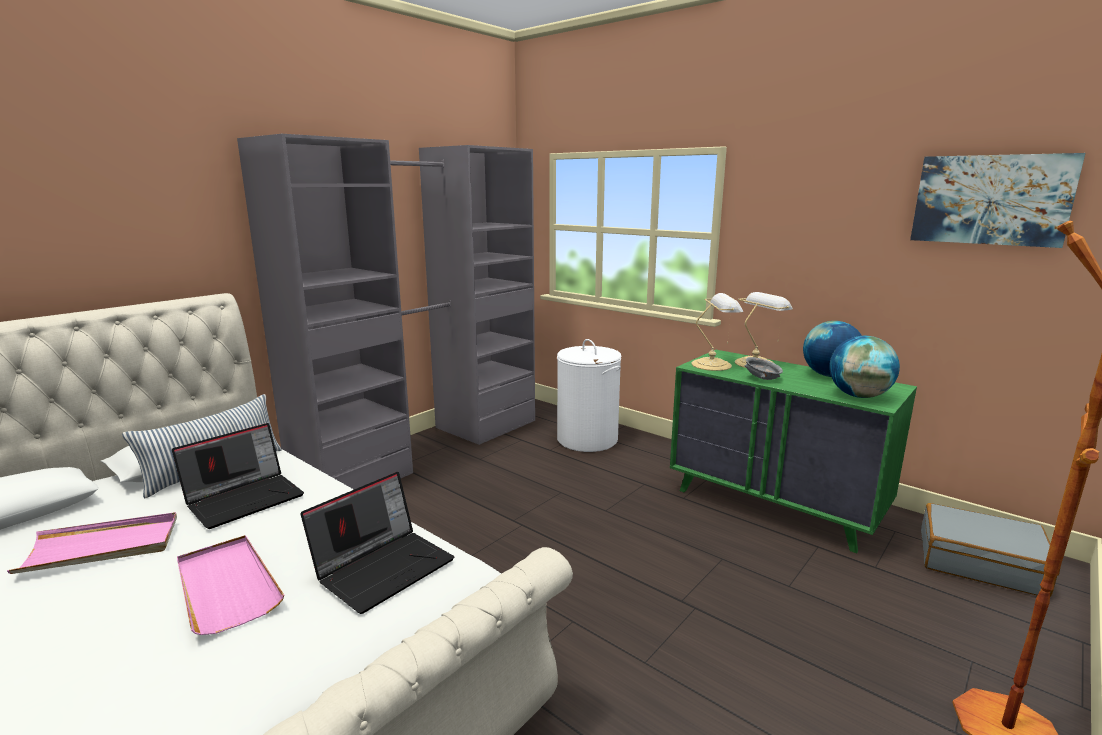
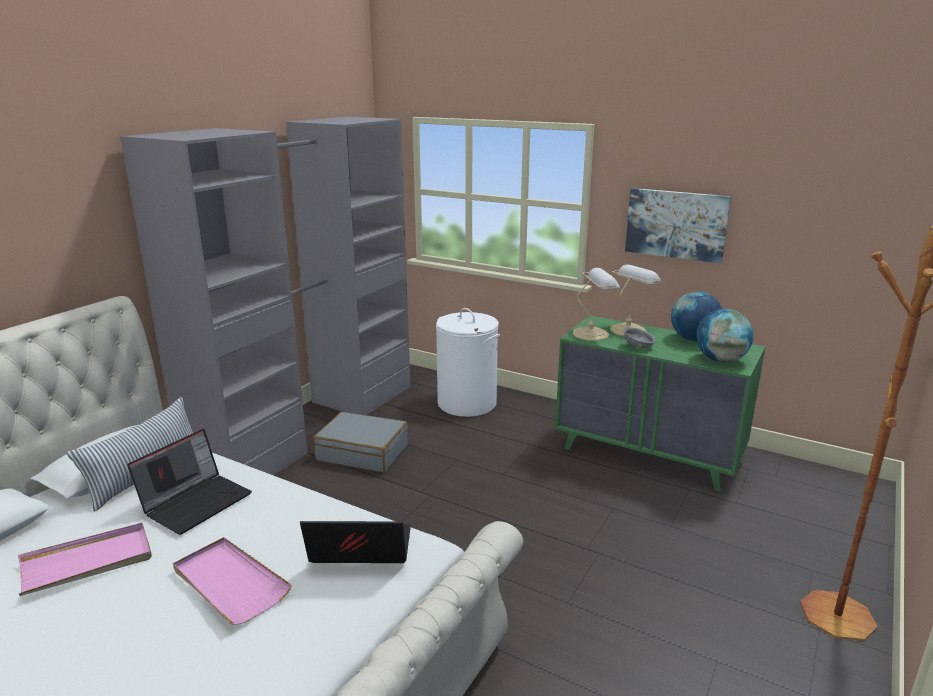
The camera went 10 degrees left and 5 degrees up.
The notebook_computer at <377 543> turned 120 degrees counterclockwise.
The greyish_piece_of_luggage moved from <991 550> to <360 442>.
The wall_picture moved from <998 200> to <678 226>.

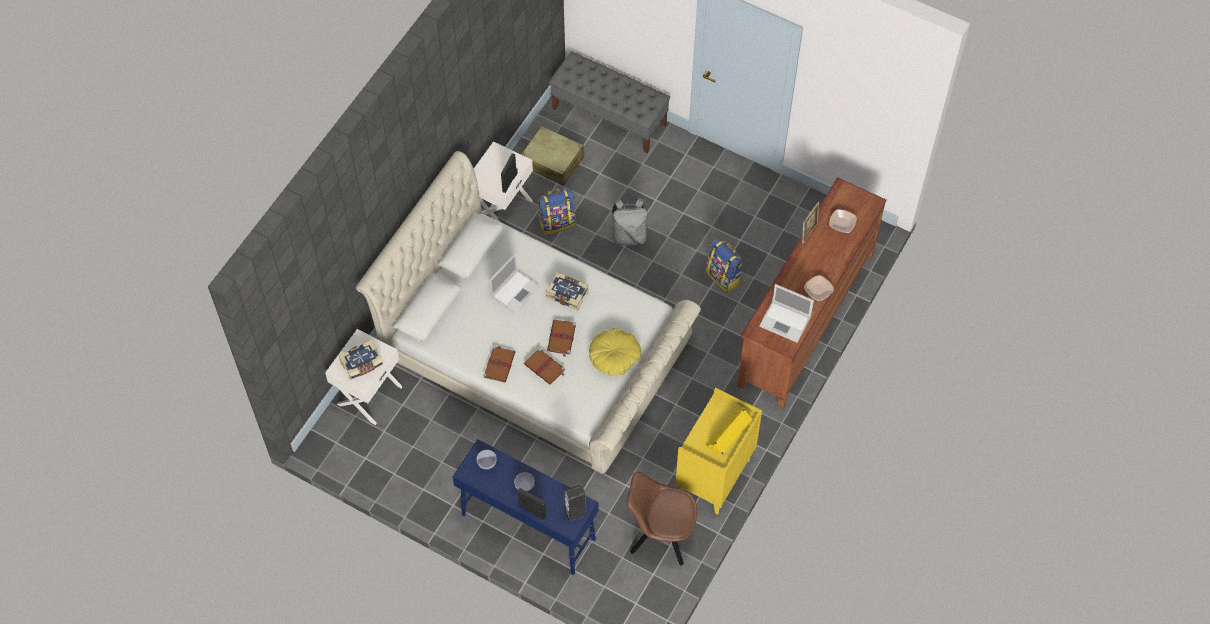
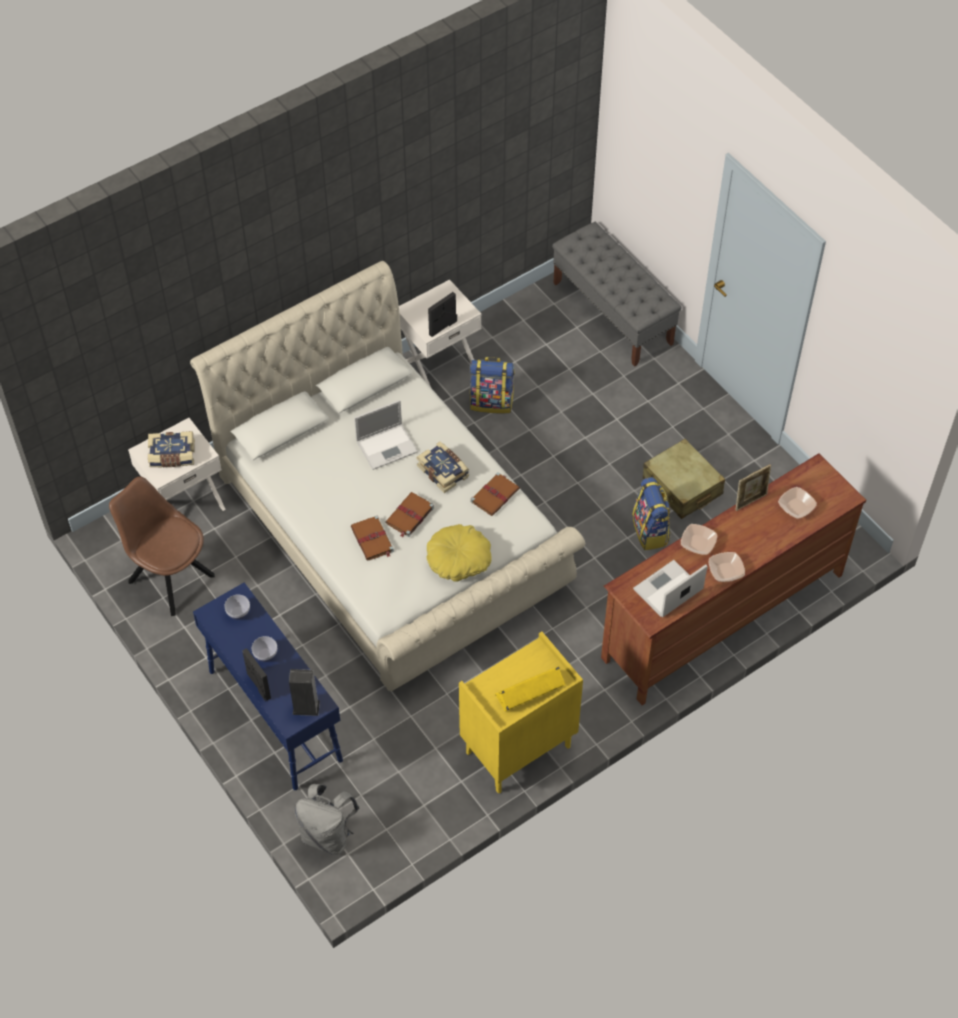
The camera went 25 degrees right and 5 degrees down.
The brown-coloured_plain_chair moved from <662 518> to <162 546>.
The greyish_backpack moved from <629 222> to <327 819>.
The brown-coloured_book moved from <499 364> to <495 494>.
The notebook_computer at <786 313> turned 90 degrees clockwise.
The beige_piece_of_luggage moved from <552 156> to <684 479>.
The serving_bowl at <699 539> appeared.

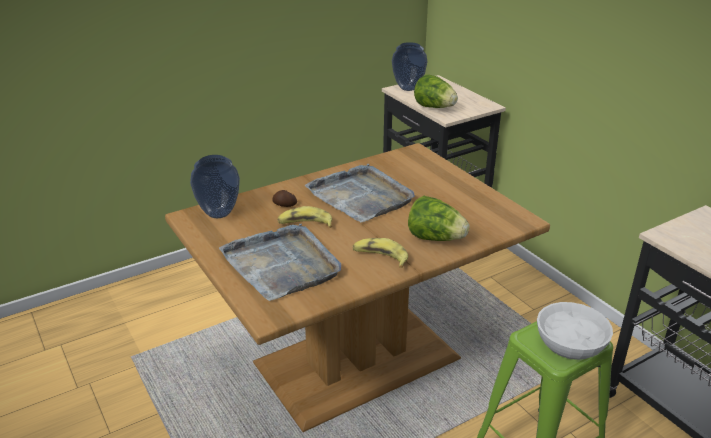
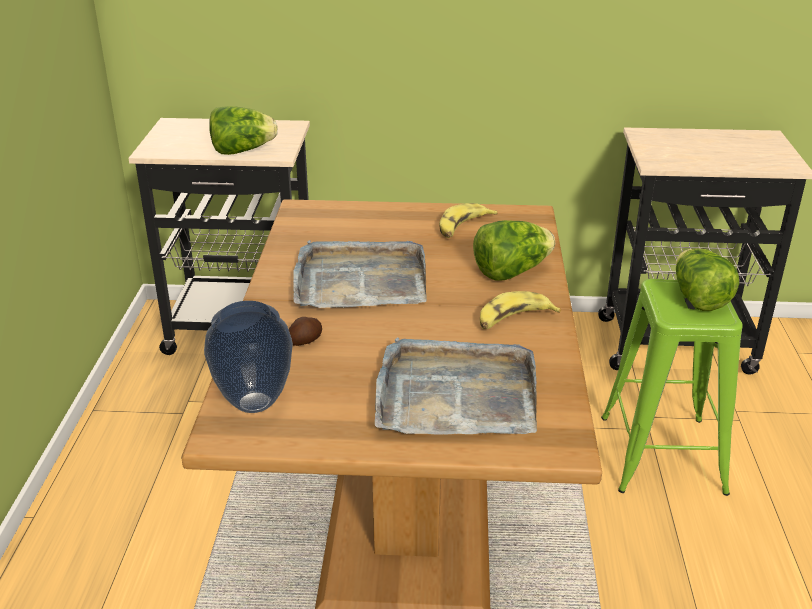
The camera went 55 degrees left and 0 degrees up.
The banana_fruit moved from <304 217> to <468 220>.
The white-coloured_serving_bowl at <575 331> was replaced by the lettuce at <707 280>.
The vase at <410 66> disappeared.

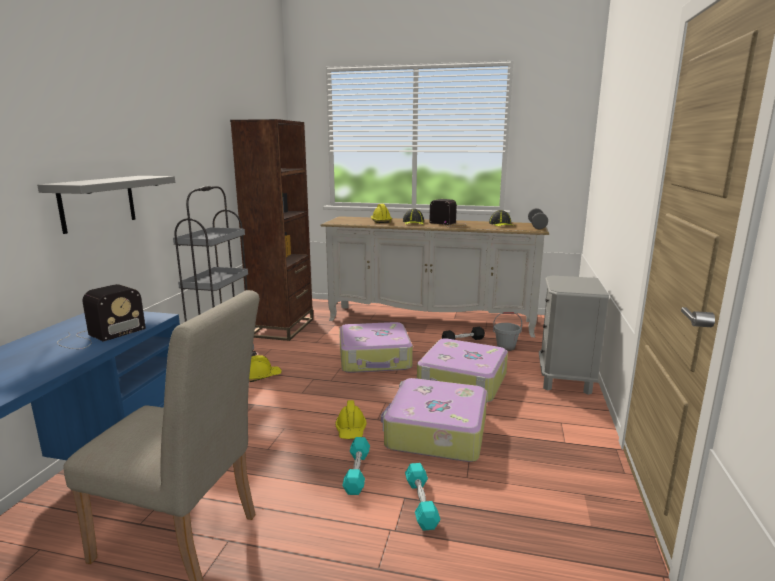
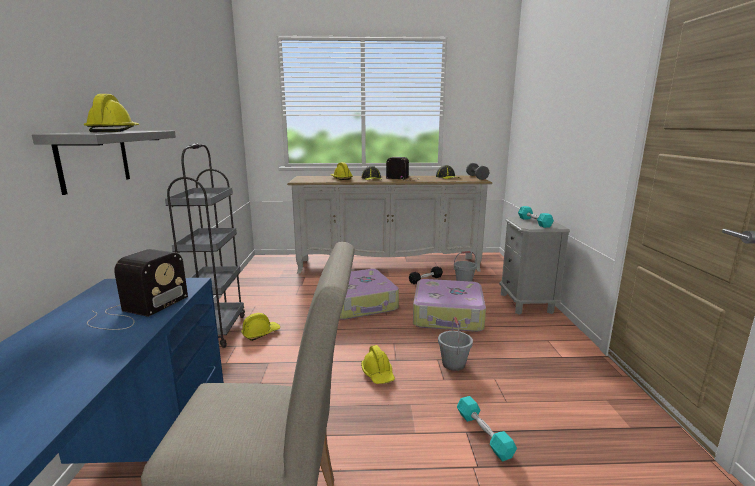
The camera went 15 degrees left and 0 degrees up.
The yellow_work_helmet at <112 113> appeared.
The piece_of_luggage at <434 420> was replaced by the greyish_bucket at <455 344>.
The blue-green_hand_weight moved from <356 466> to <536 217>.
The brown-coloured_bookcase at <271 230> disappeared.

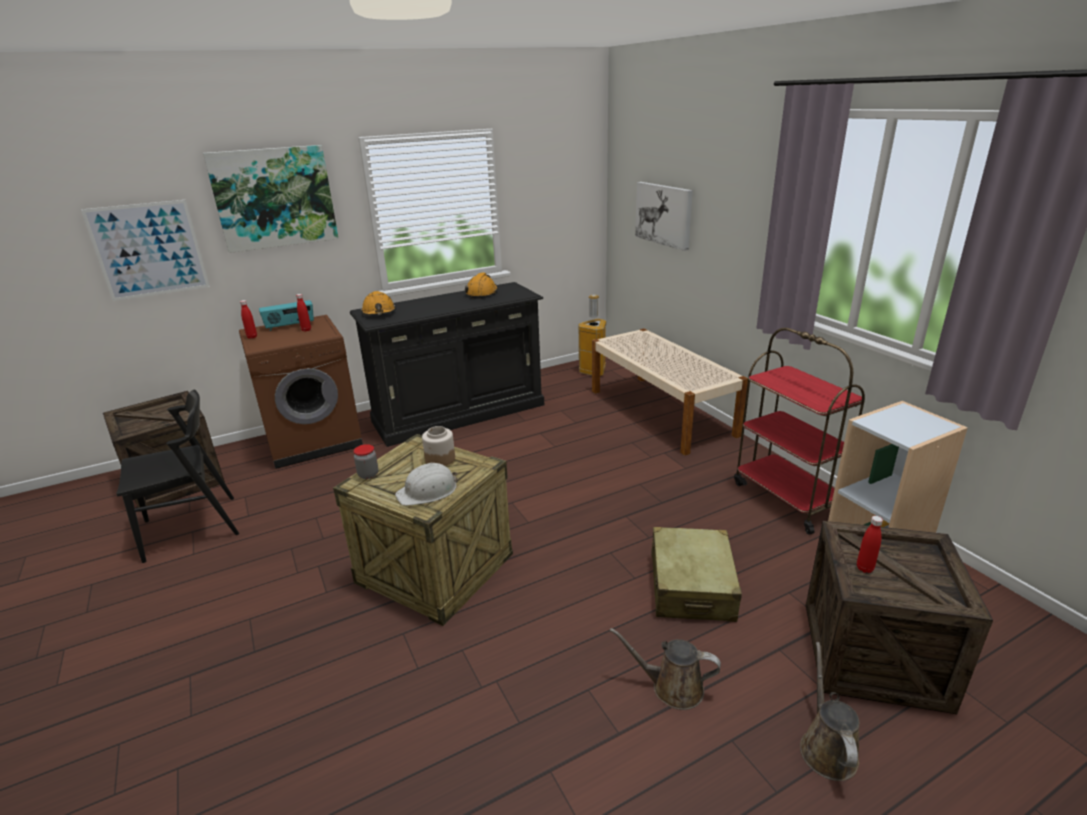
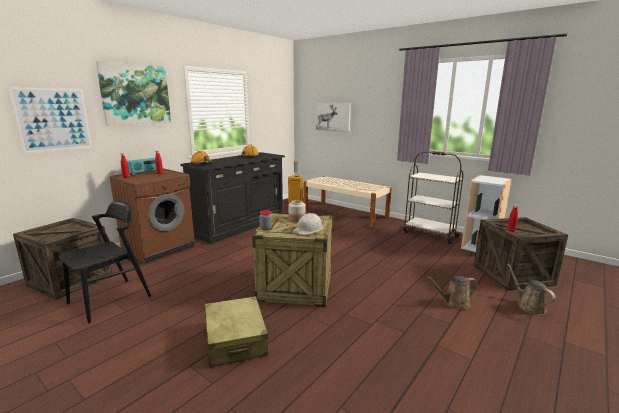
The camera went 25 degrees left and 10 degrees down.
The beige_piece_of_luggage moved from <696 574> to <236 332>.
The reddish_wheeled_cart at <799 431> became the white-coloured_wheeled_cart at <433 197>.

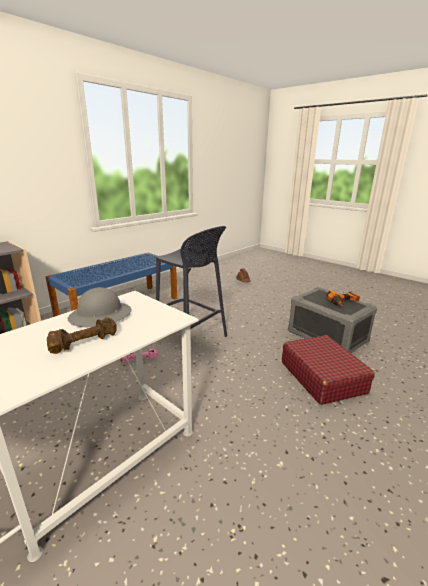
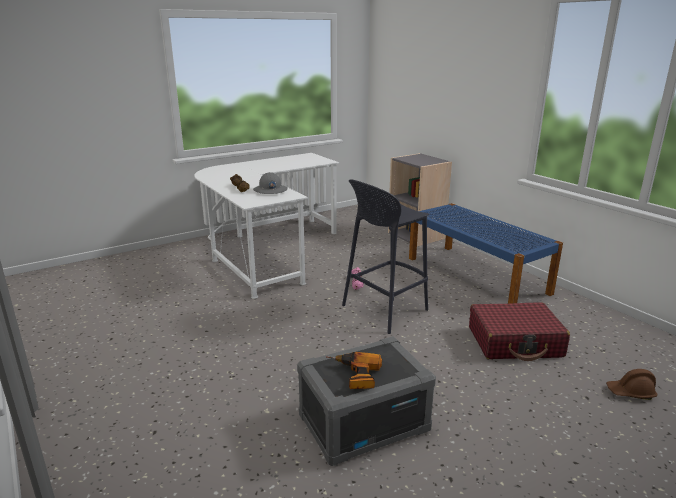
The camera went 105 degrees right and 0 degrees up.
The reddish_piece_of_luggage moved from <328 370> to <519 331>.

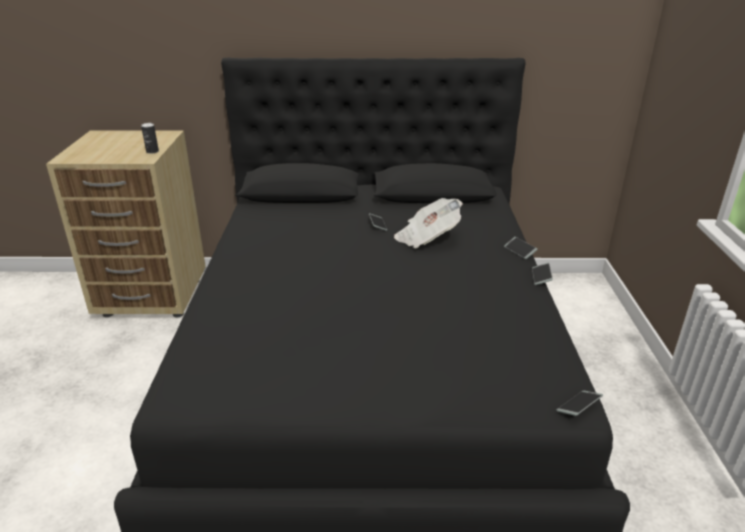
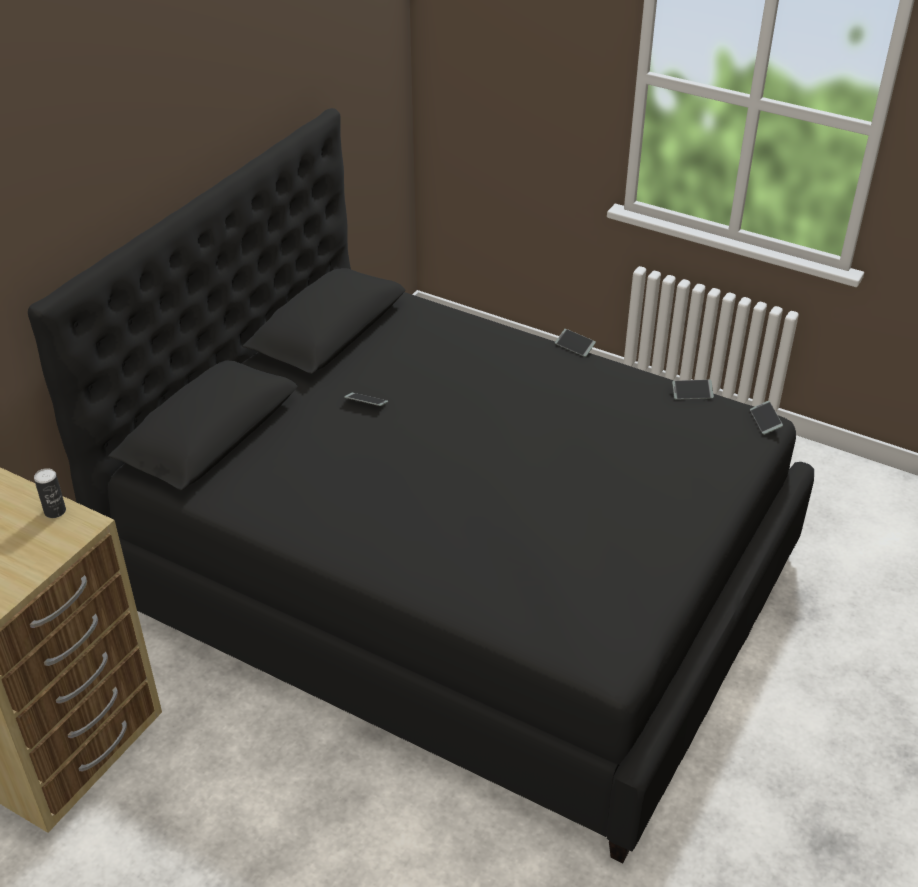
The camera went 60 degrees left and 10 degrees up.
The phone moved from <521 248> to <693 390>.
The printed_paper at <428 223> disappeared.

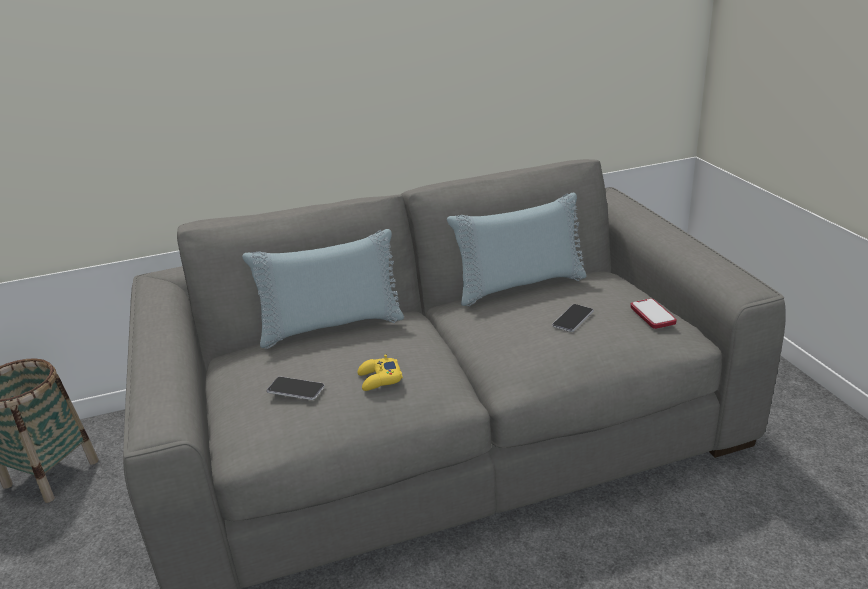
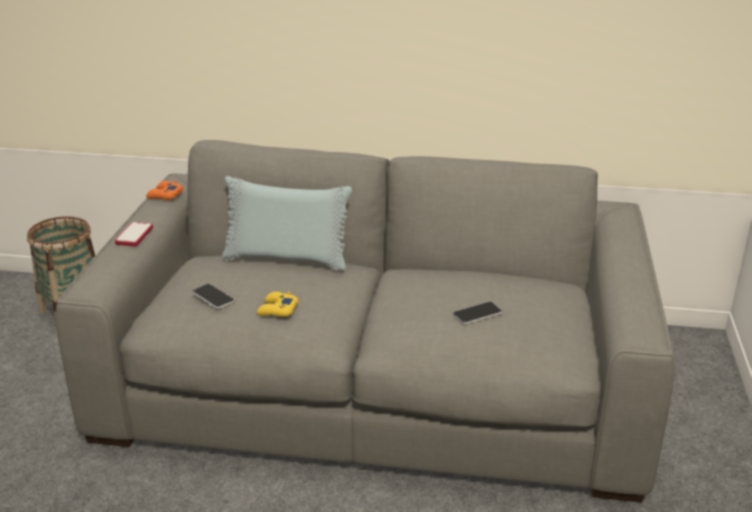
The camera went 25 degrees right and 0 degrees up.
The phone moved from <653 314> to <134 234>.
The orangey_joypad at <164 190> appeared.
The bluish_cushion at <517 250> disappeared.

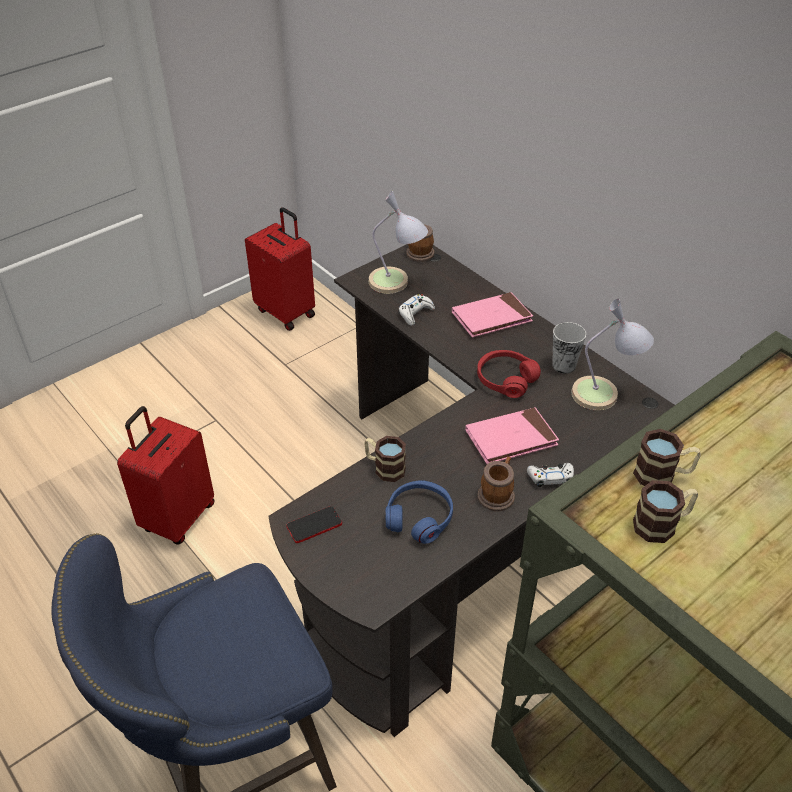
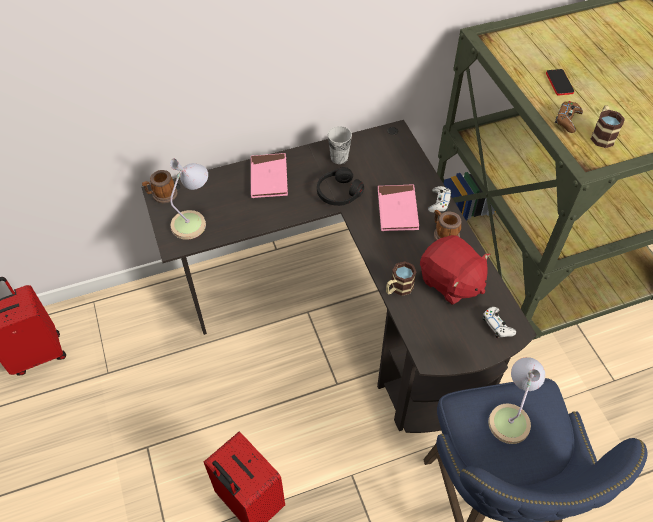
The camera went 70 degrees left and 10 degrees up.
The reddish_headset at <509 374> became the blackish_headset at <340 186>.
The bluish_headset at <419 512> was replaced by the reddish_soft_toy at <455 270>.
The white-coloured_joypad moved from <416 310> to <499 322>.
The lamp_for_a_table moved from <612 354> to <516 400>.
The phone moved from <314 524> to <560 82>.
The coffee_mug at <667 457> was replaced by the brown-coloured_joypad at <569 117>.

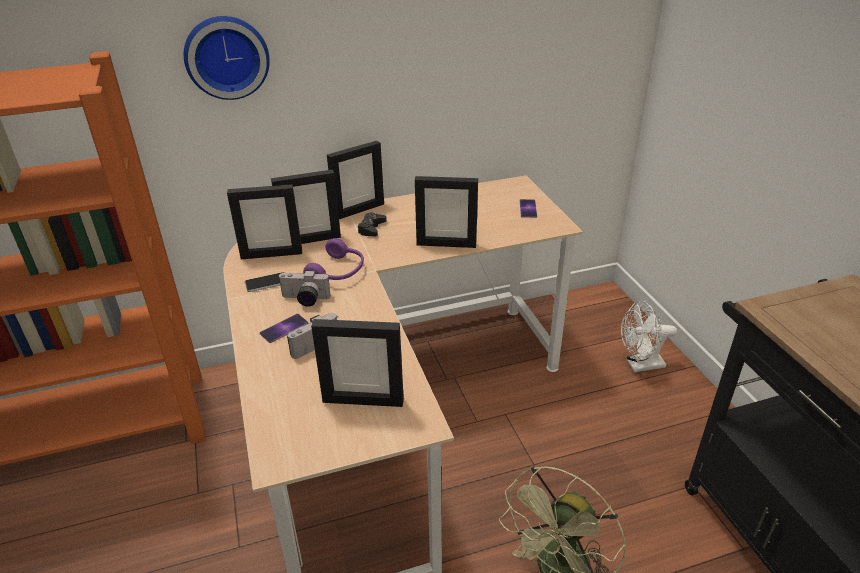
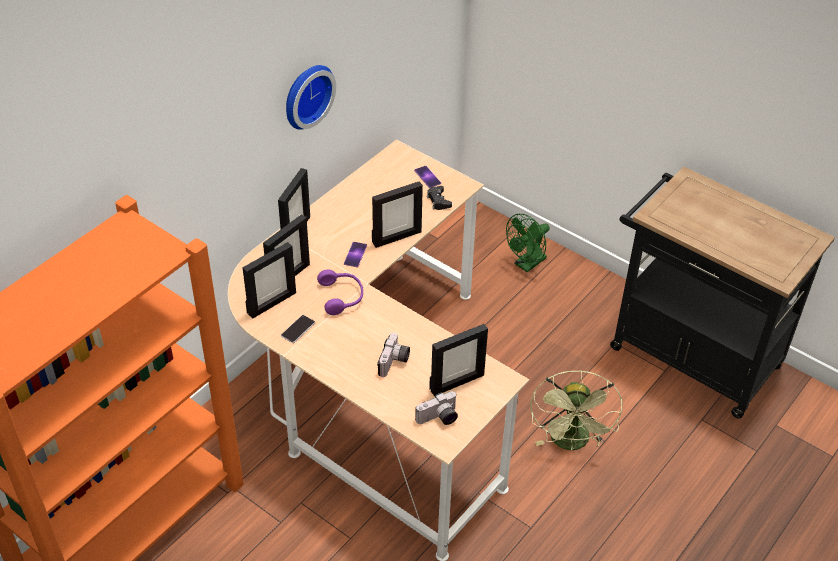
The camera went 35 degrees left and 10 degrees up.
The clock_on_the_wall moved from <227 58> to <311 97>.
The phone moved from <284 328> to <355 254>.
The photo_camera moved from <305 288> to <436 408>.
The blackish_joypad moved from <372 224> to <439 198>.
The white-coloured_fan at <649 336> became the green-coloured_fan at <528 243>.

